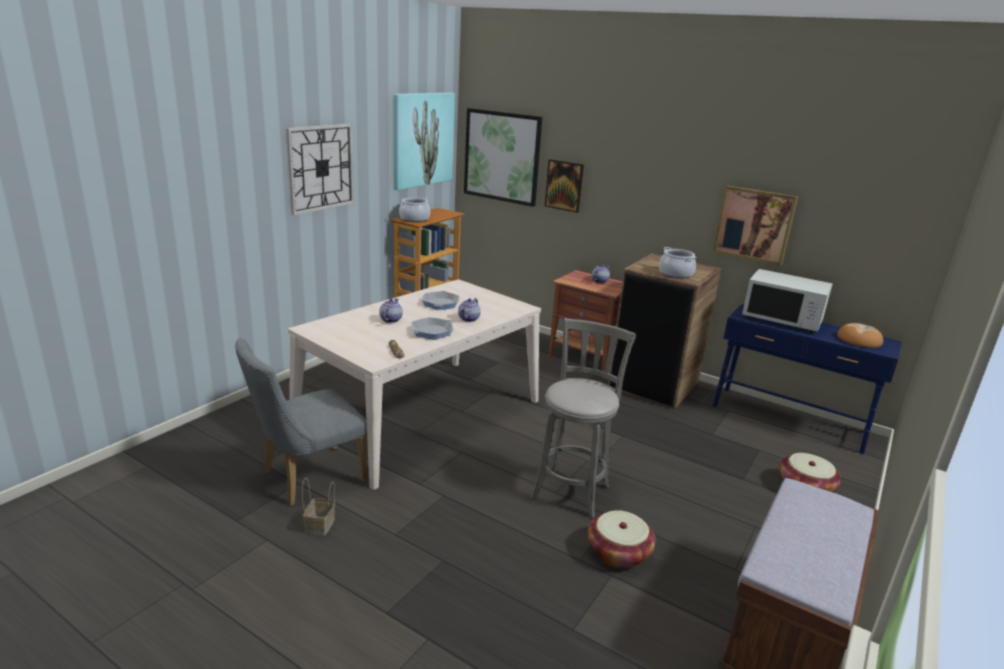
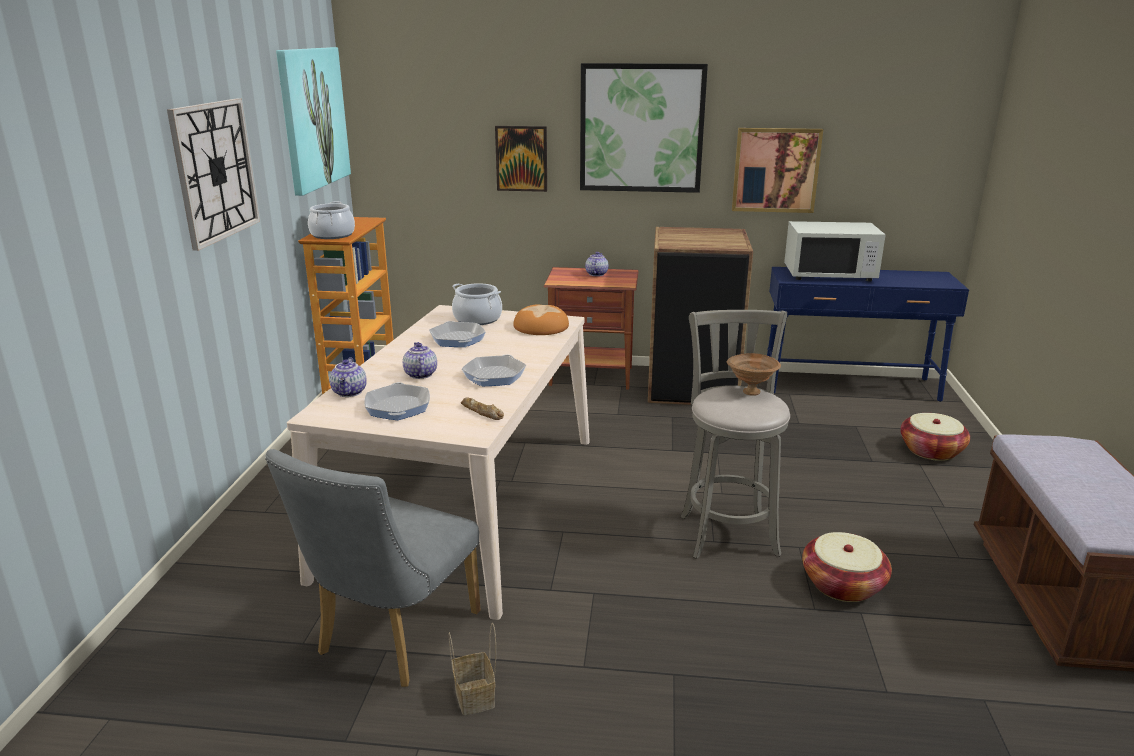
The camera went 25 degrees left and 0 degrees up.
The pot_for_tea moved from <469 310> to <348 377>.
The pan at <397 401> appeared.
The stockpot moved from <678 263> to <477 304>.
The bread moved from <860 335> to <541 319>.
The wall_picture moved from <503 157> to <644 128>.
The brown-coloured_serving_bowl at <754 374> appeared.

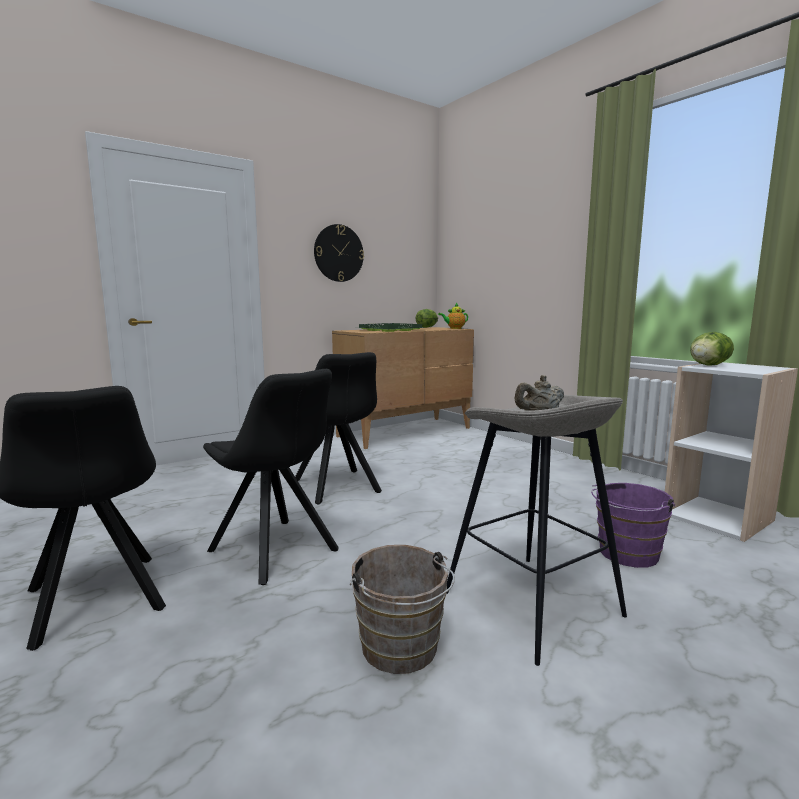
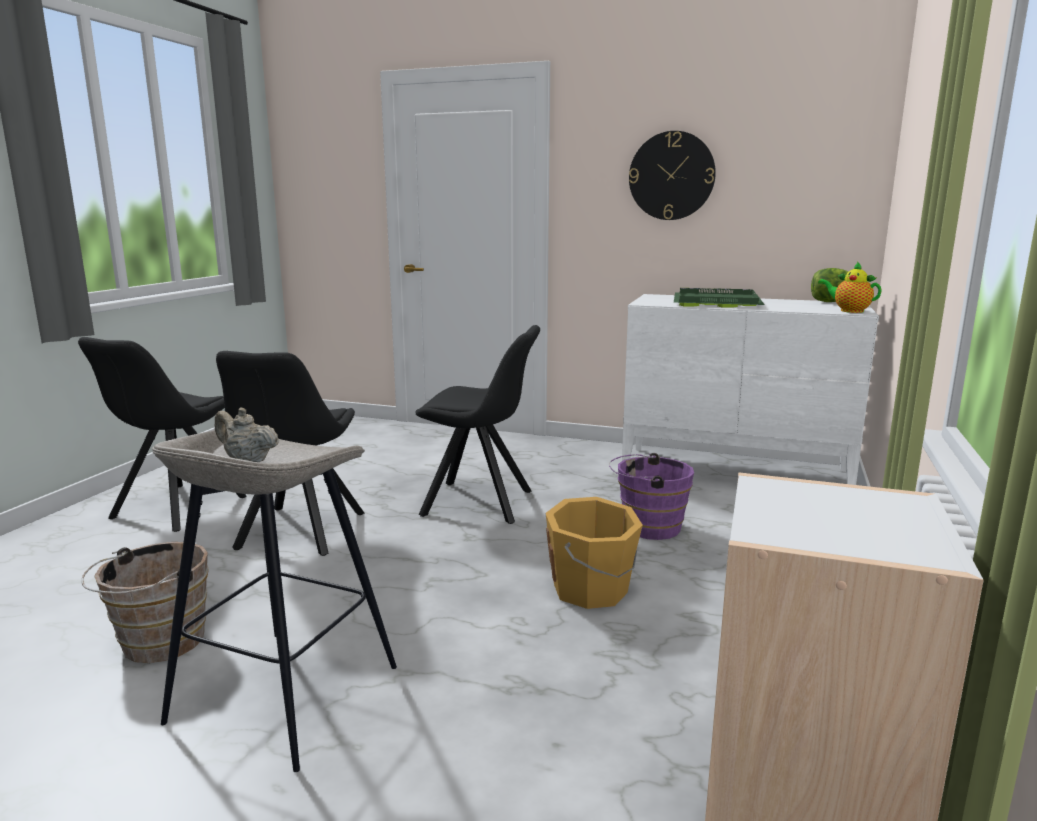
The camera went 55 degrees right and 5 degrees up.
The blackish_plain_chair at <338 428> turned 105 degrees counterclockwise.
The orangey_bucket at <594 553> appeared.
The purplish_bucket moved from <633 525> to <651 496>.
The brown-coloured_storage_cabinet at <403 388> became the white-coloured_storage_cabinet at <750 389>.
The lettuce at <712 349> disappeared.

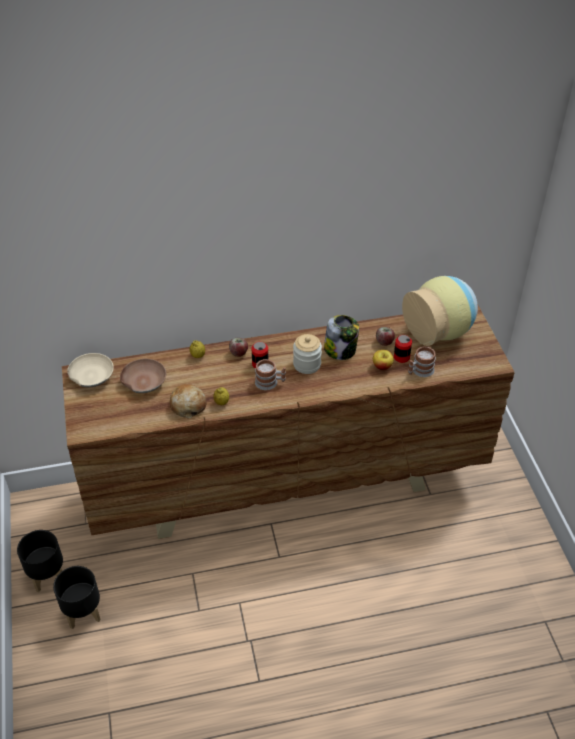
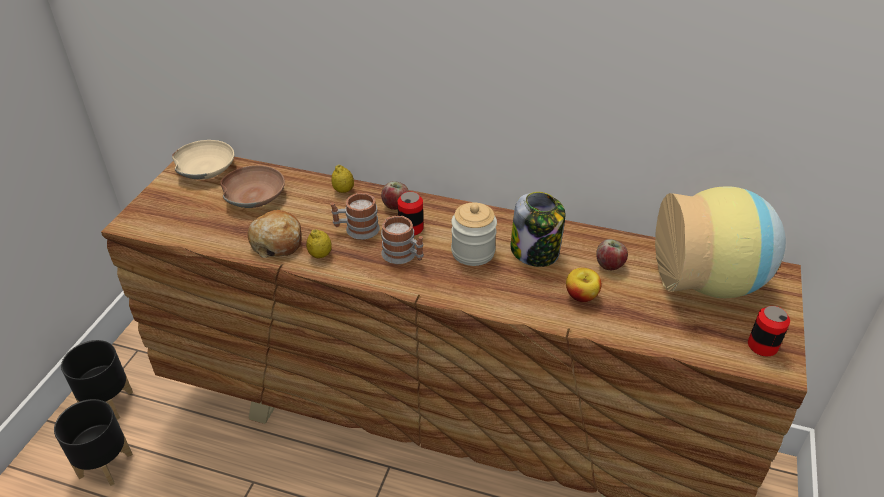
The camera went 30 degrees right and 5 degrees down.
The coffee_mug moved from <422 361> to <355 216>.
The metal_can moved from <403 349> to <769 331>.

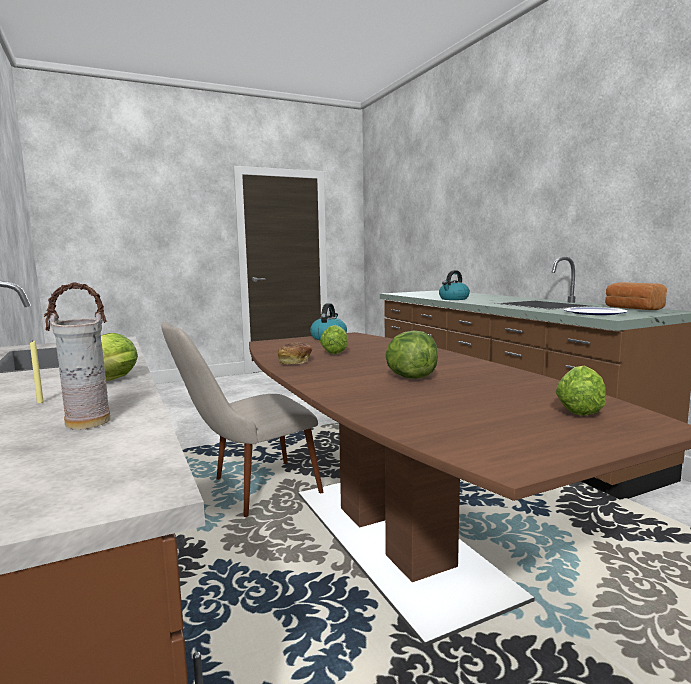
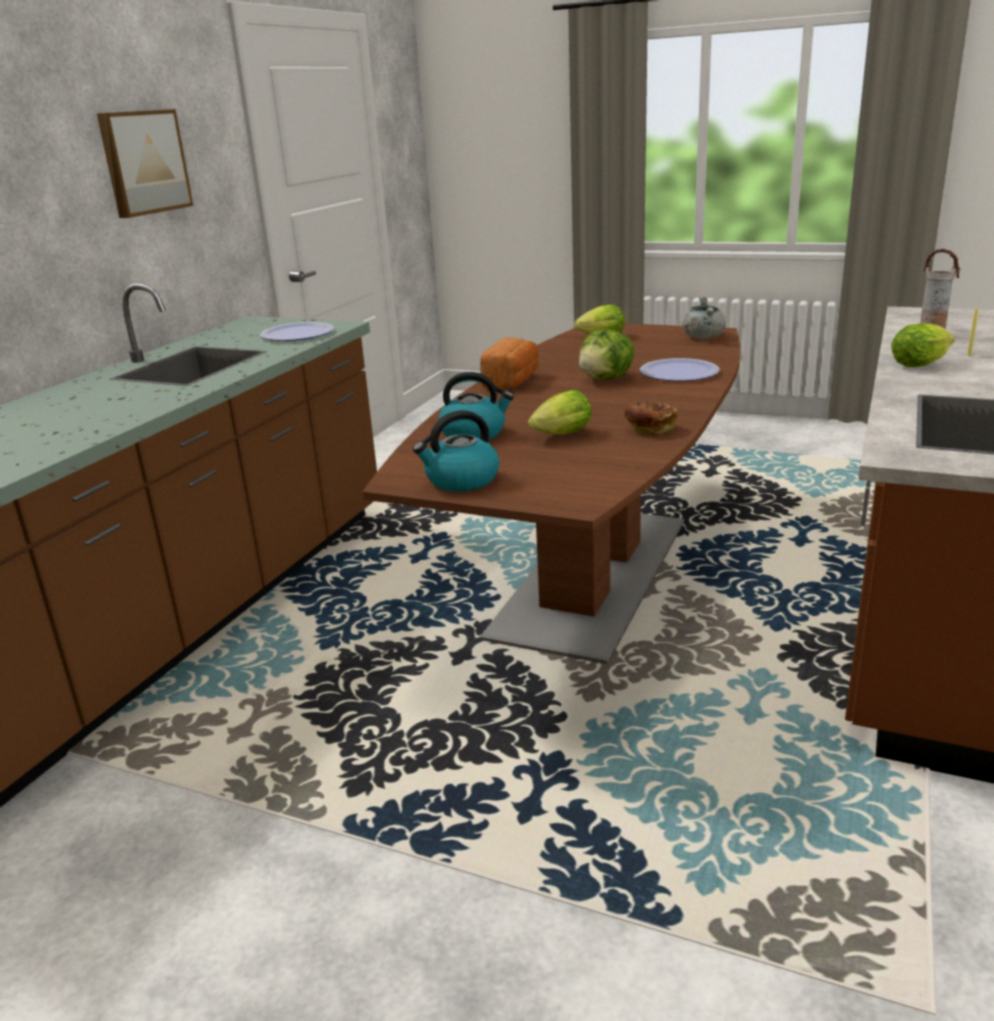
The camera went 130 degrees left and 15 degrees up.
The wall_picture at <145 163> appeared.
The water_kettle moved from <454 285> to <476 406>.
The bread moved from <636 296> to <509 363>.
The dinner_plate at <680 369> appeared.
The greyish_stockpot at <704 317> appeared.
The beige_plain_chair at <242 419> disappeared.

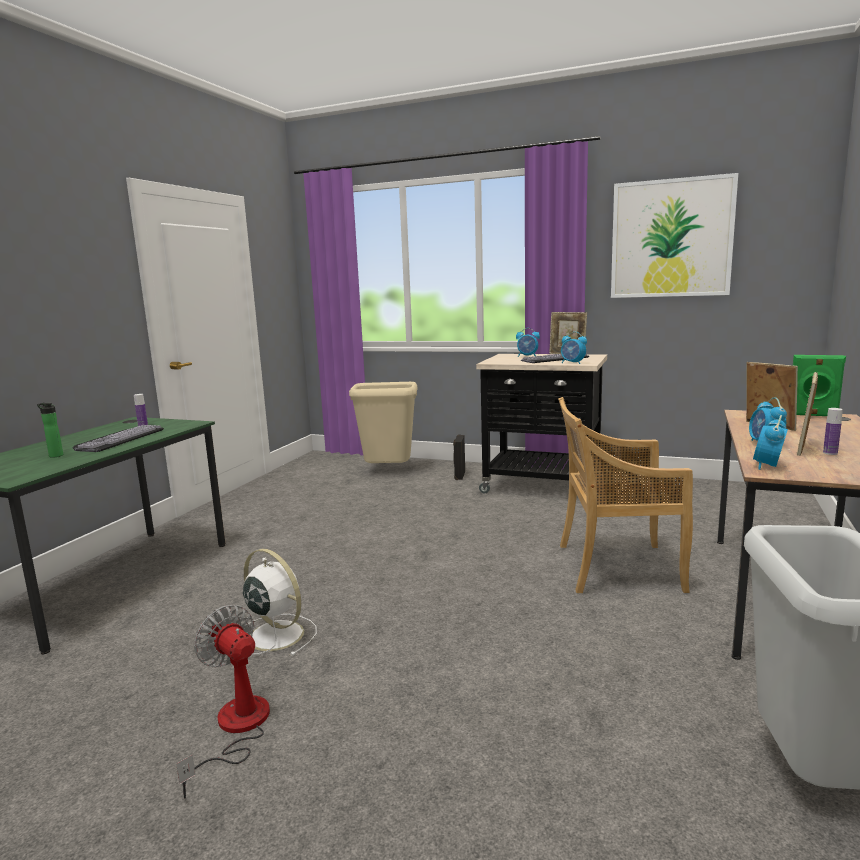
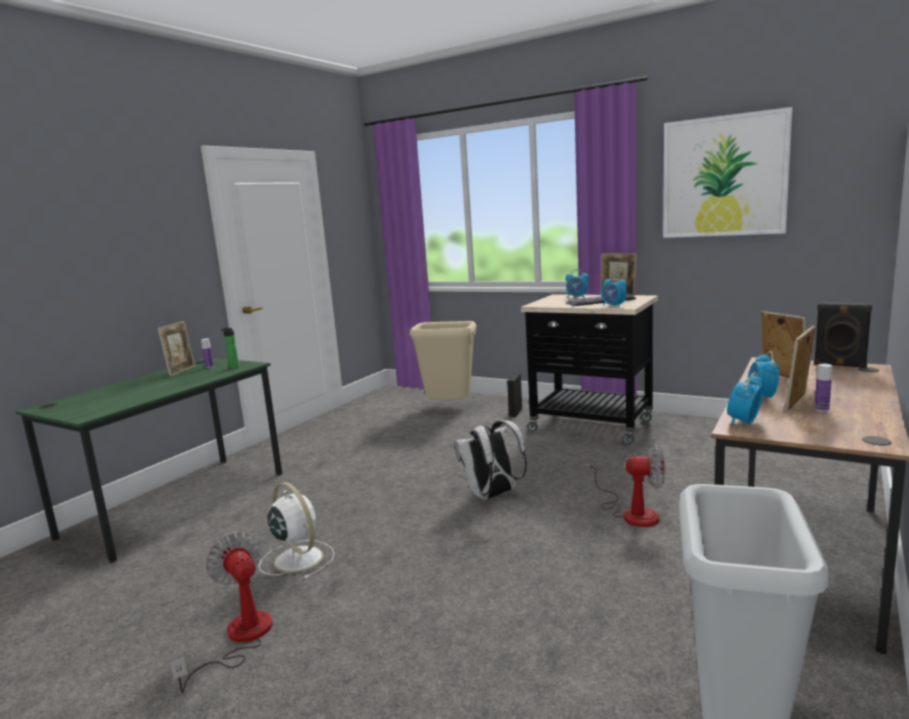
The camera went 10 degrees right and 0 degrees up.
The photo_frame at <176 349> appeared.
The drink_bottle moved from <50 430> to <230 348>.
The white-coloured_backpack at <490 460> appeared.
The beige_plain_chair at <625 495> was replaced by the fan at <627 485>.
The green-coloured_audio_speaker at <819 385> became the blackish_audio_speaker at <843 335>.
The computer_keyboard at <118 438> disappeared.

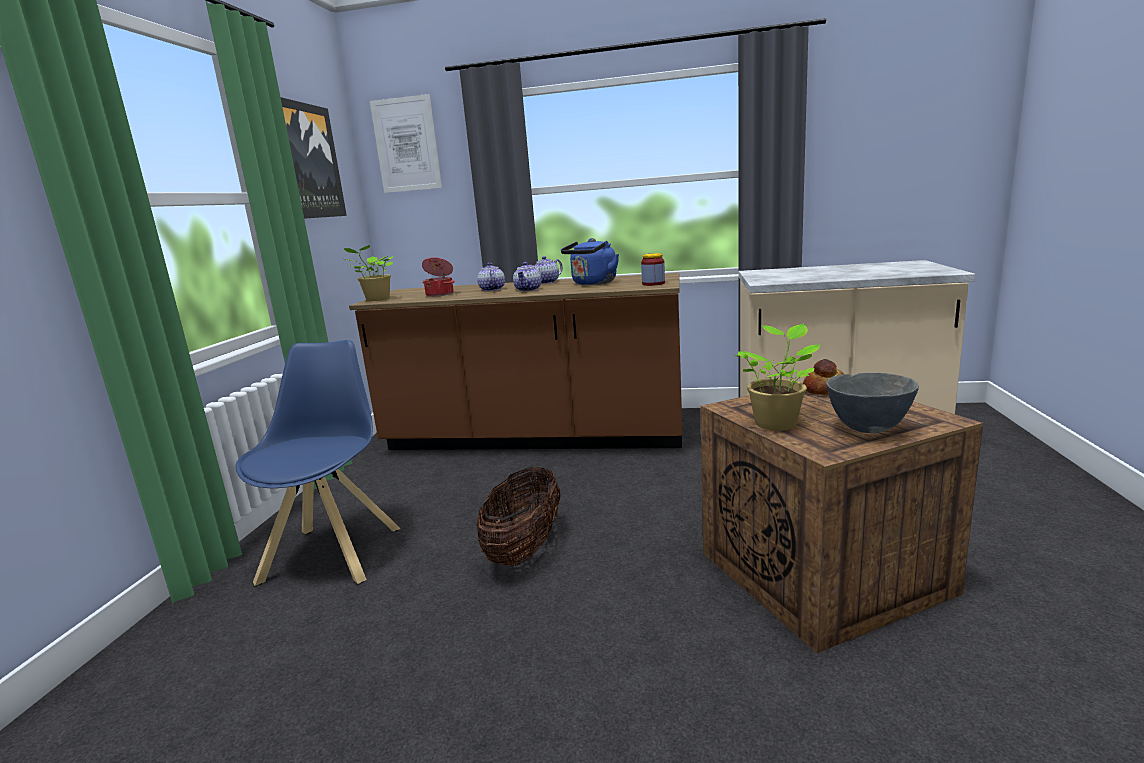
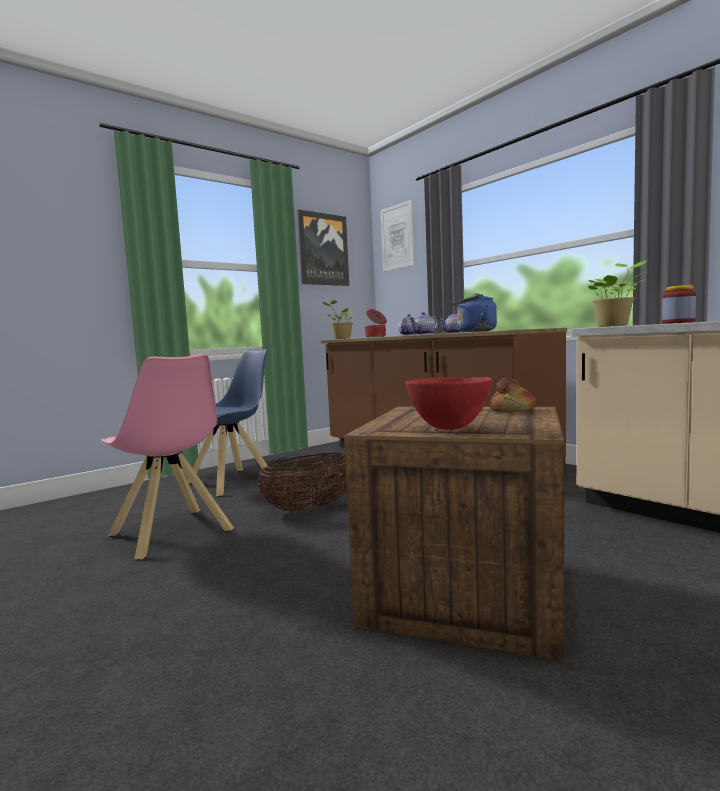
The camera went 40 degrees right and 10 degrees down.
The pink_plain_chair at <168 457> appeared.
The greyish_serving_bowl at <872 403> became the reddish_serving_bowl at <448 403>.
The plant_in_a_pot moved from <777 377> to <617 293>.
The preserve_jar moved from <653 269> to <679 304>.

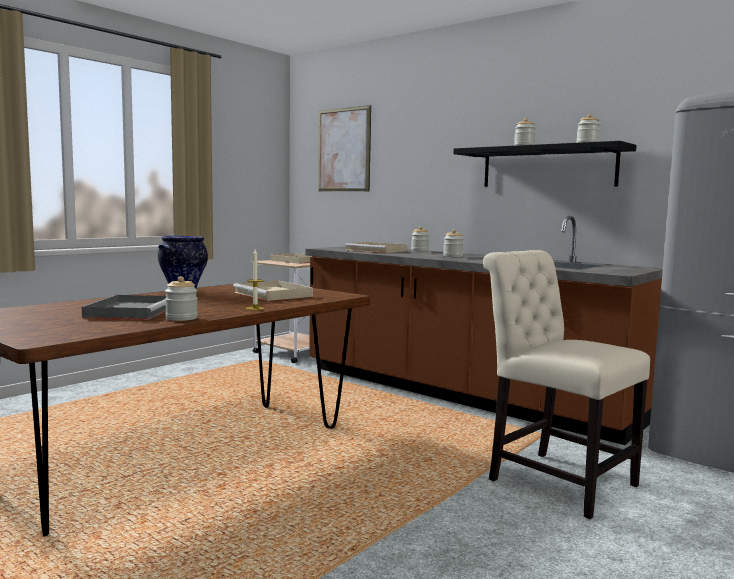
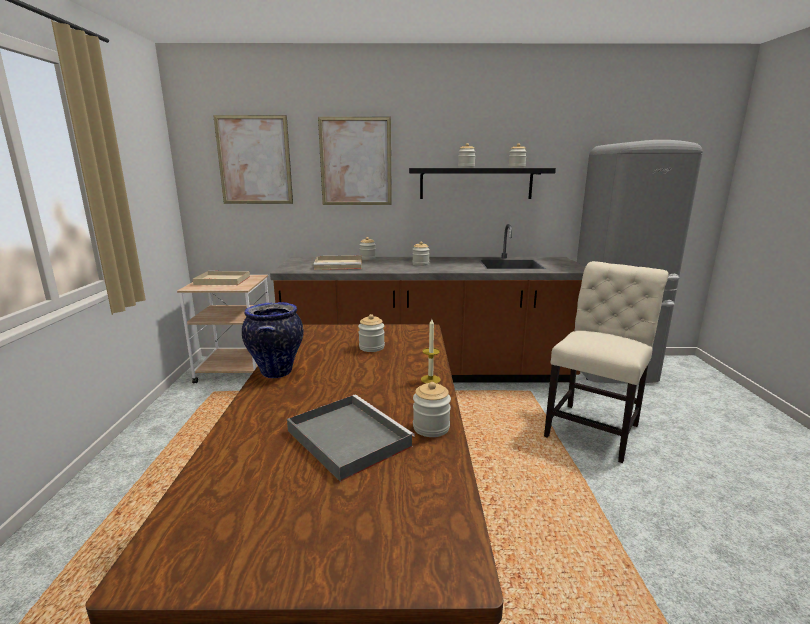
The camera went 40 degrees left and 10 degrees up.
The wall_picture at <355 161> appeared.
The beige_tray at <273 291> was replaced by the preserve_jar at <371 333>.
The beige_plain_chair at <566 384> turned 120 degrees clockwise.

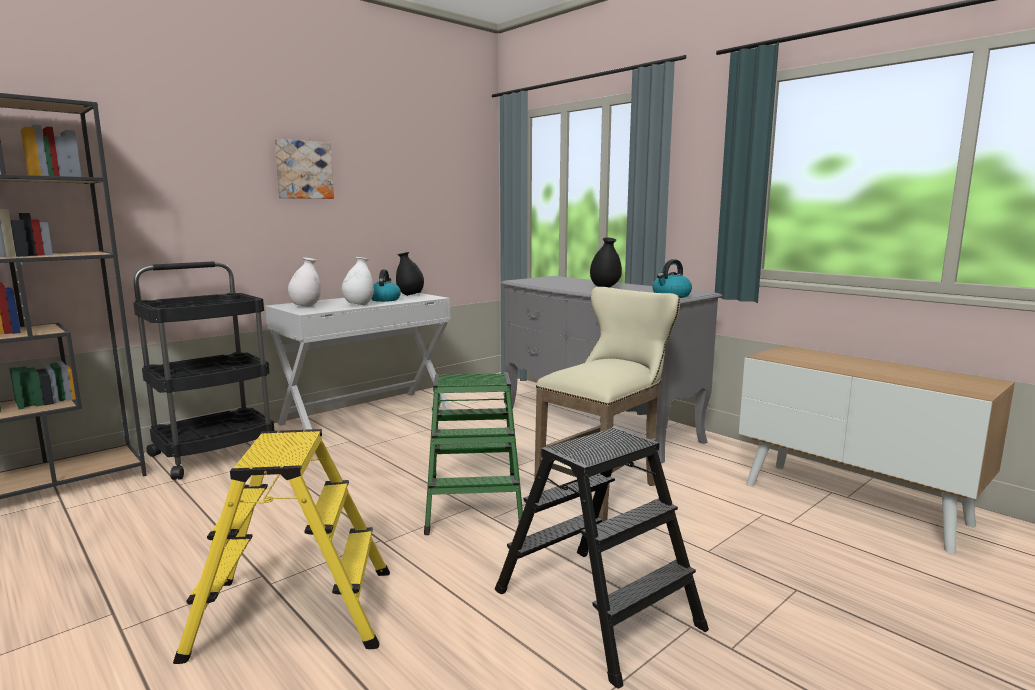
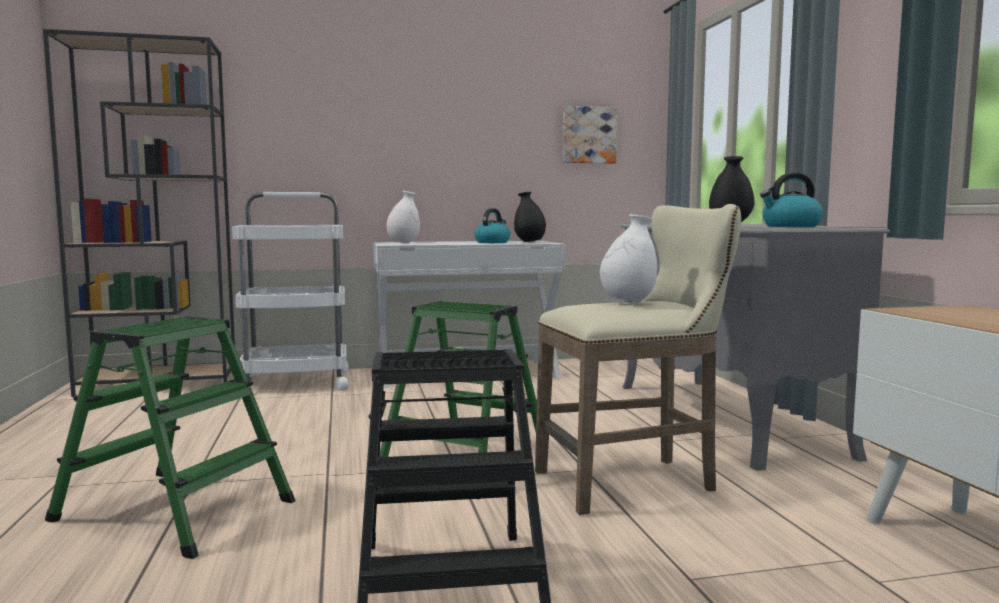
The camera went 30 degrees right and 5 degrees down.
The yellow_step_stool at <281 546> became the green-coloured_step_stool at <170 437>.
The blackish_wheeled_cart at <203 370> became the white-coloured_wheeled_cart at <290 291>.
The wall_picture moved from <304 169> to <589 135>.
The white-coloured_vase moved from <358 281> to <628 258>.

